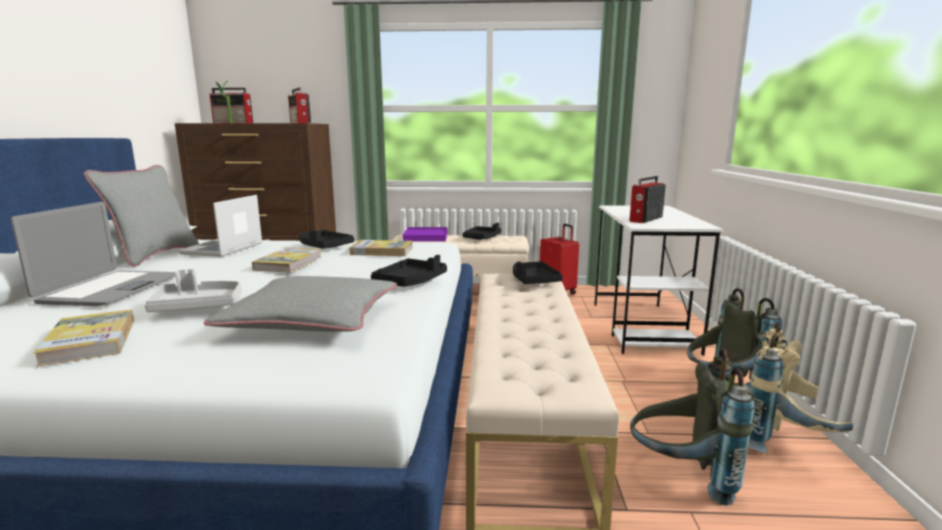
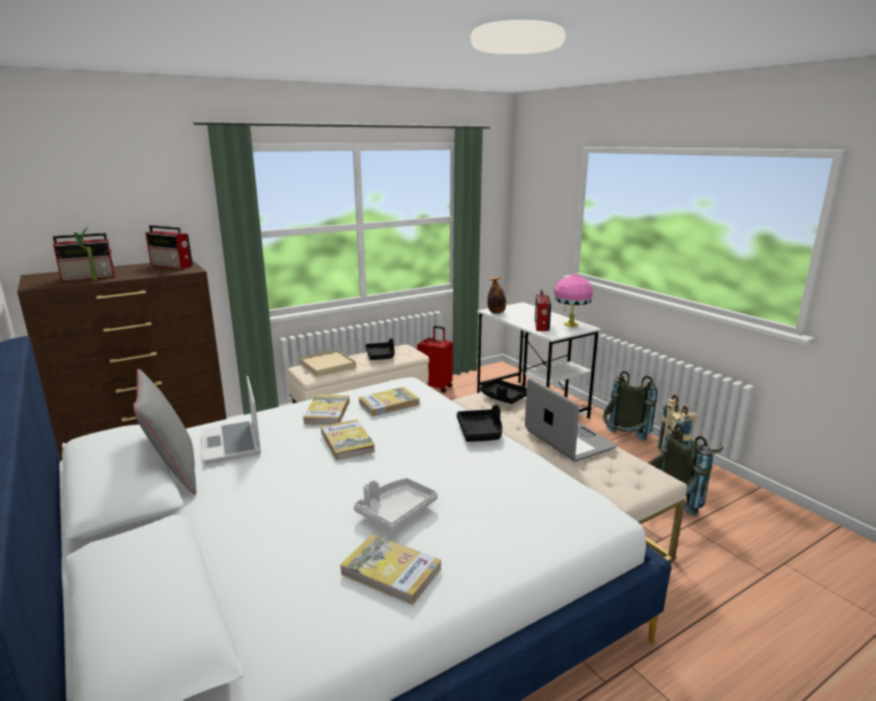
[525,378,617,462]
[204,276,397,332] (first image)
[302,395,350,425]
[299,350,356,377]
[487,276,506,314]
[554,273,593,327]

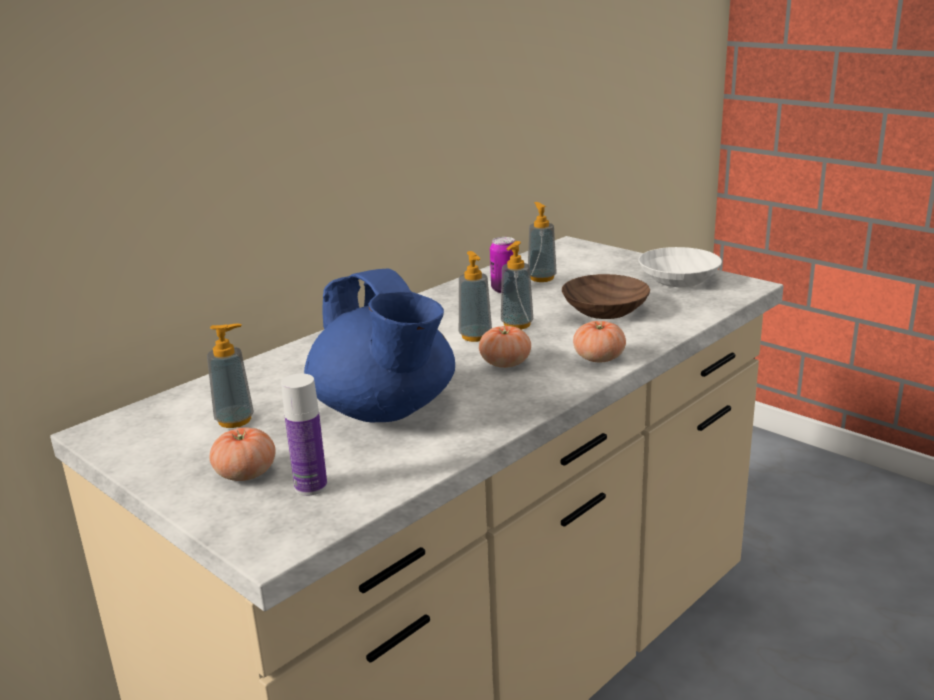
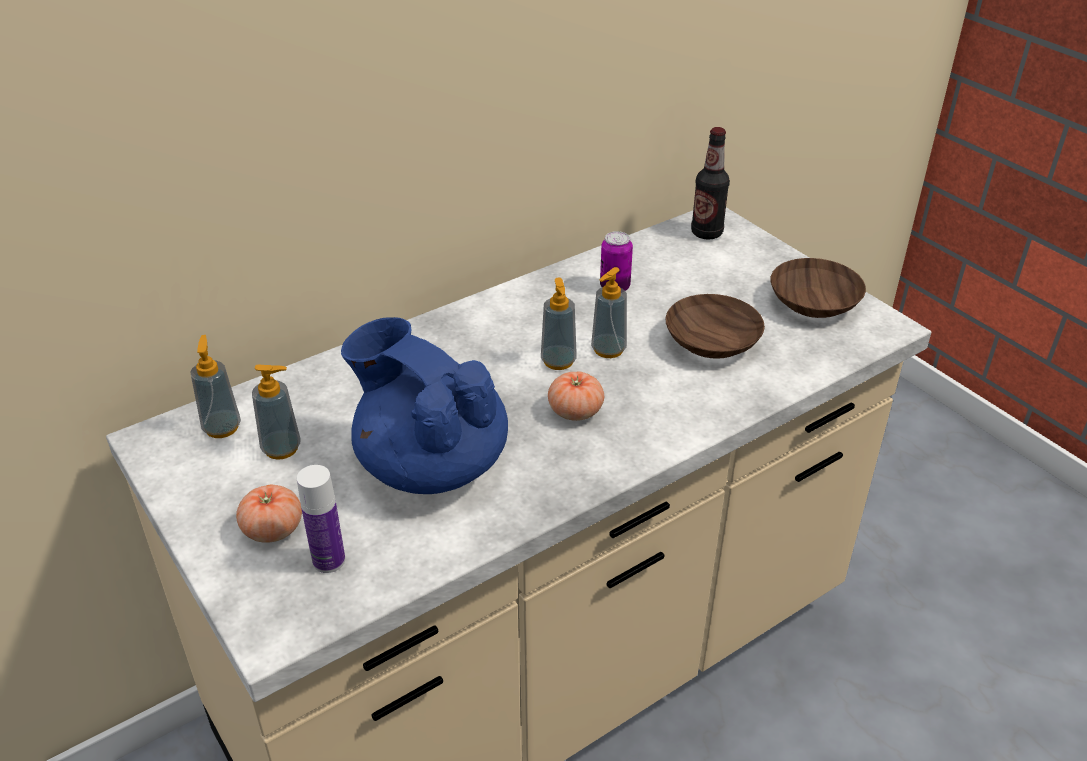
[341,317,508,494]
[190,335,241,438]
[573,321,626,362] (first image)
[770,258,866,318]
[691,127,730,240]

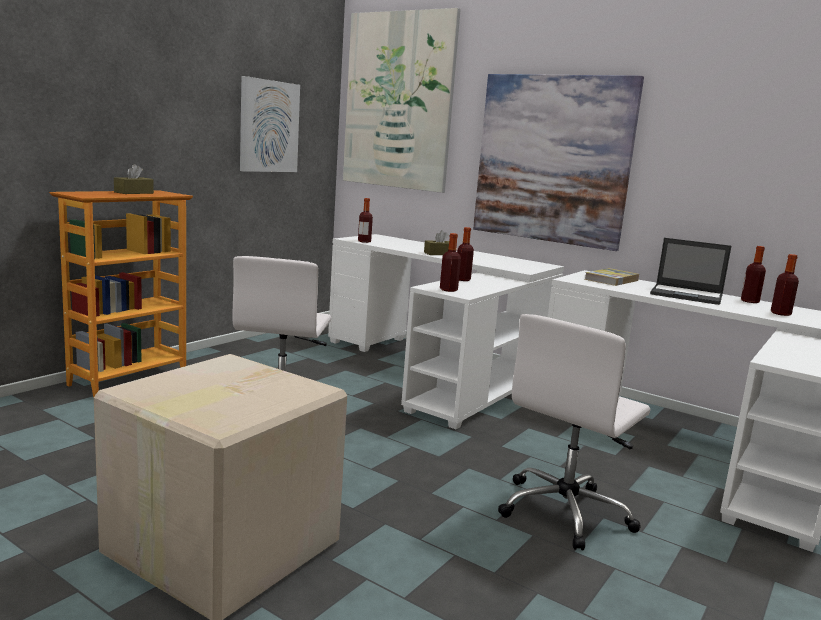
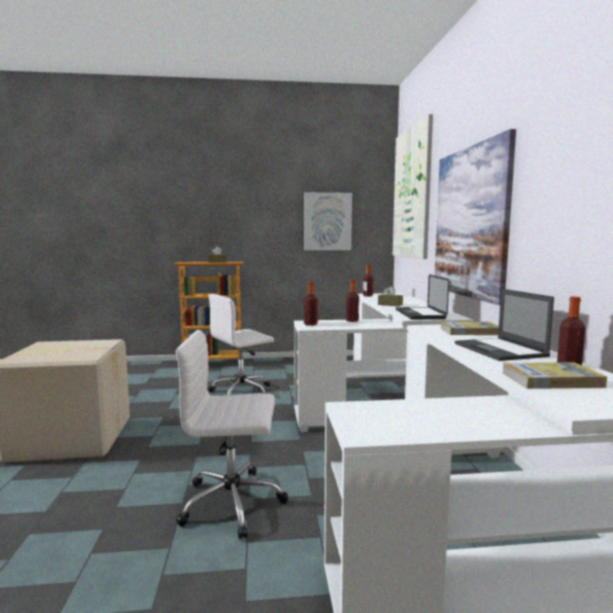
[502,362,607,389]
[396,274,449,319]

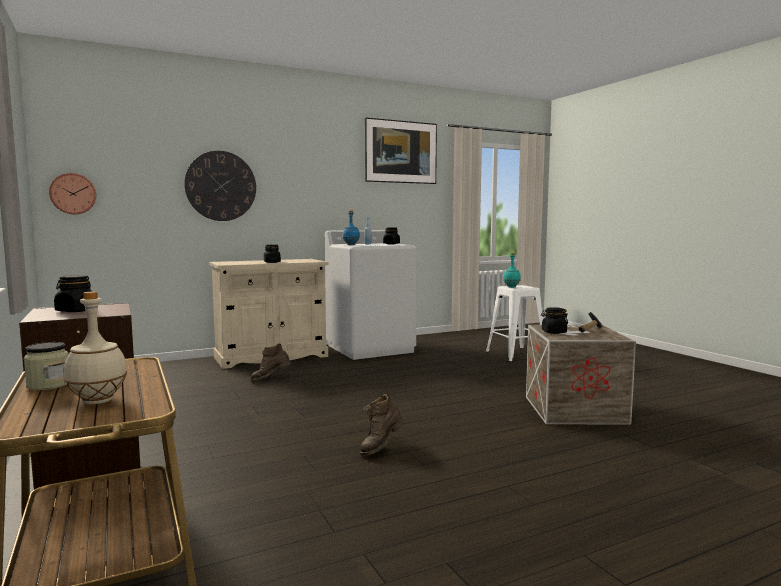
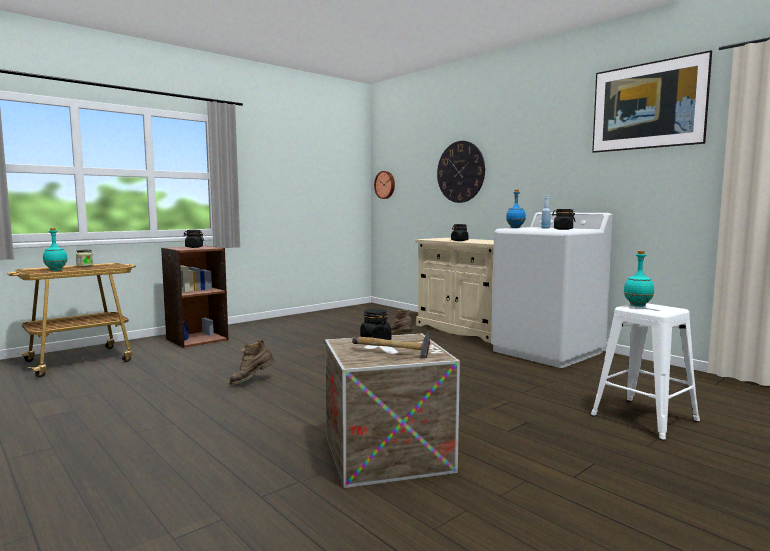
[43,228,68,271]
[229,340,276,385]

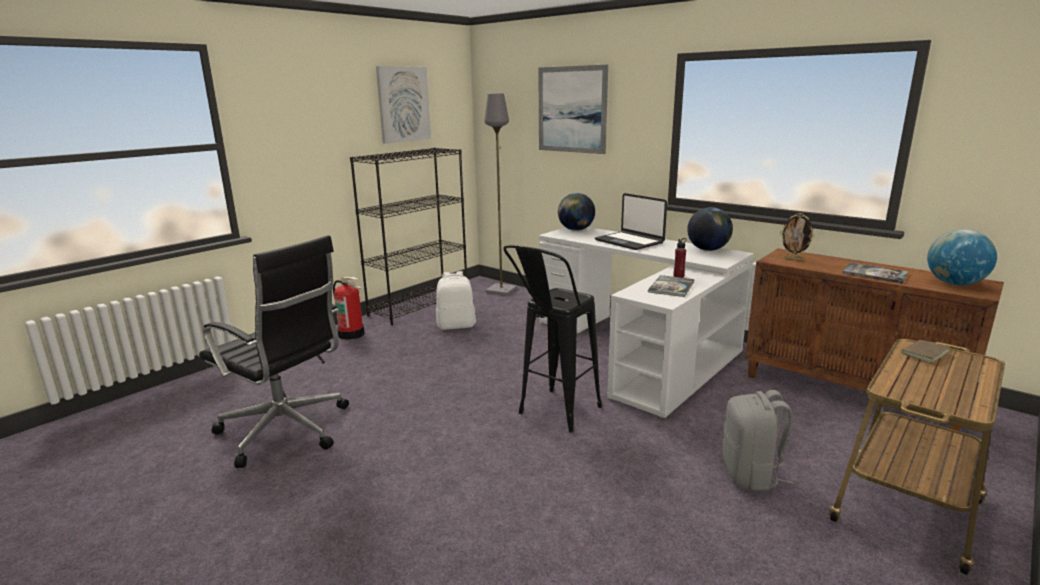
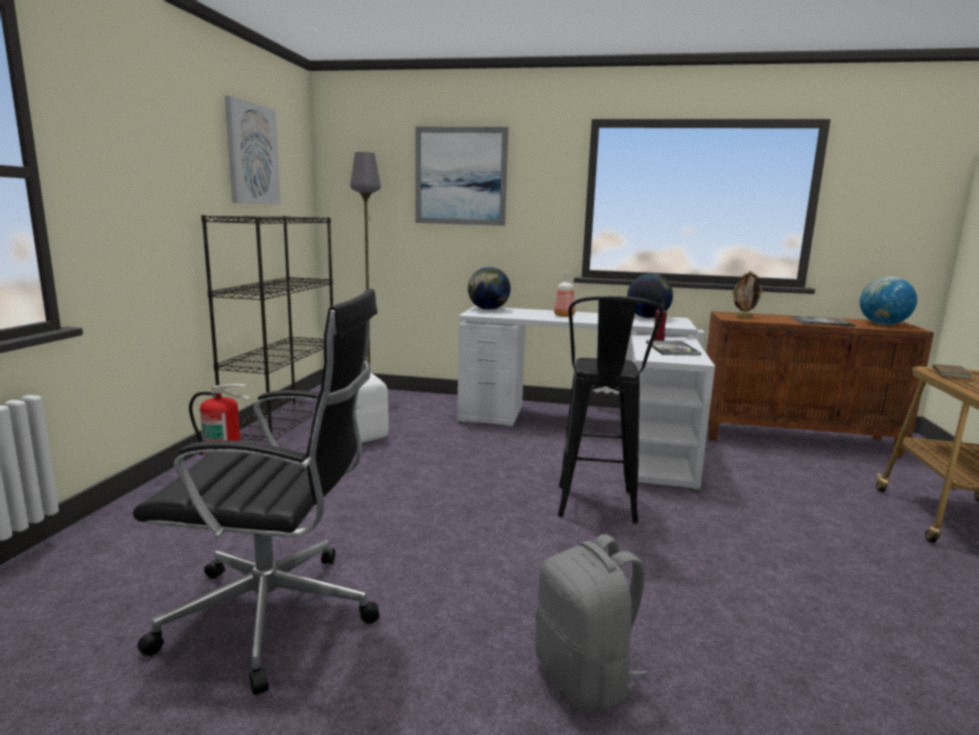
[554,272,575,317]
[535,534,647,711]

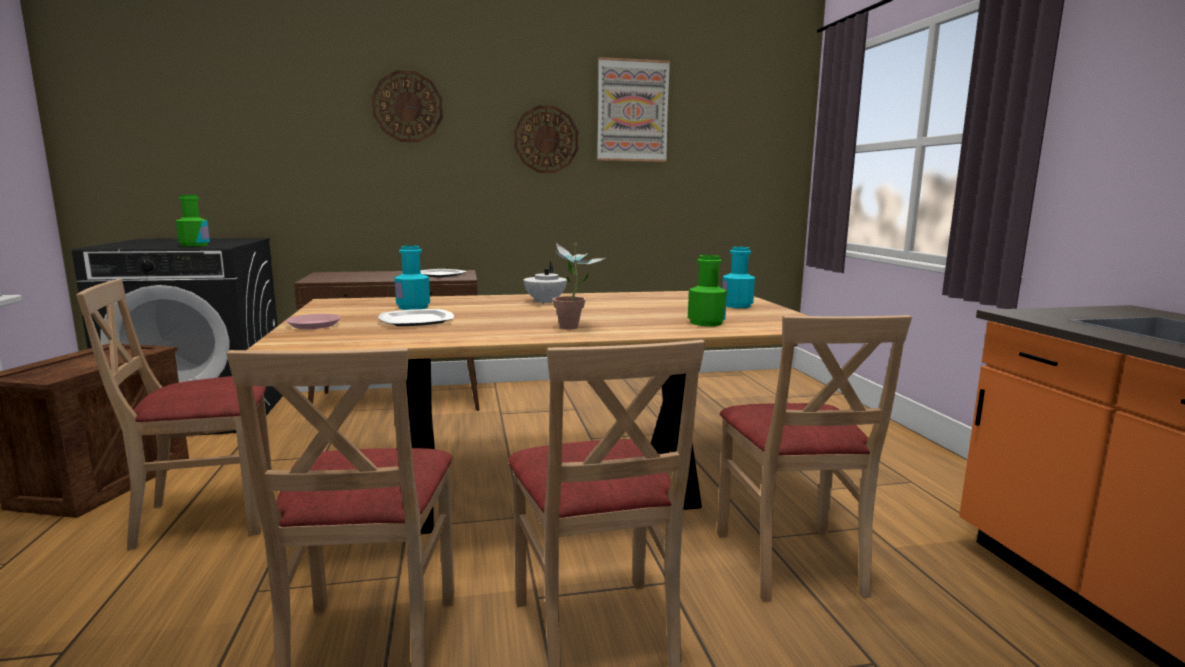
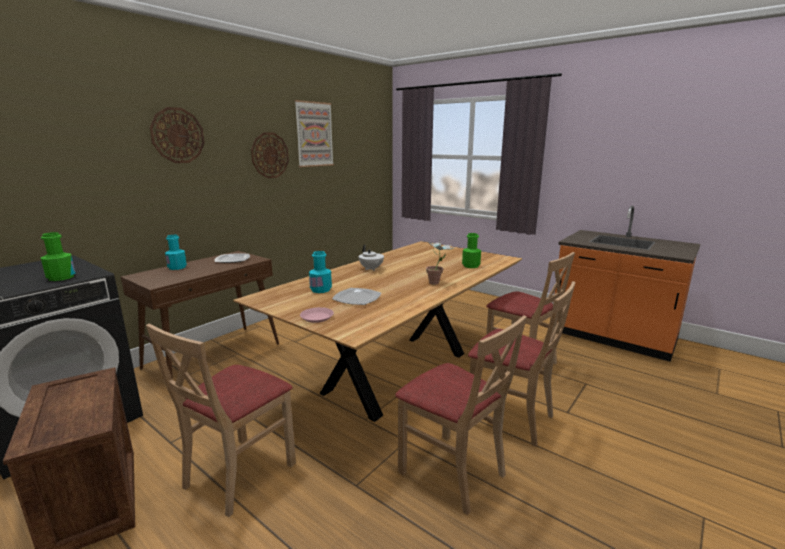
[165,235,187,270]

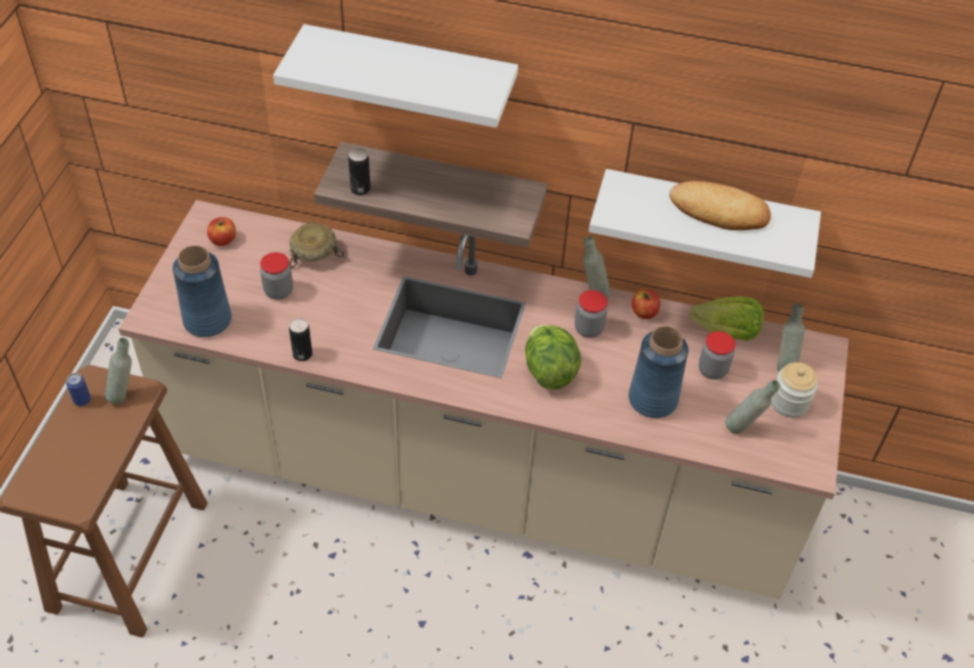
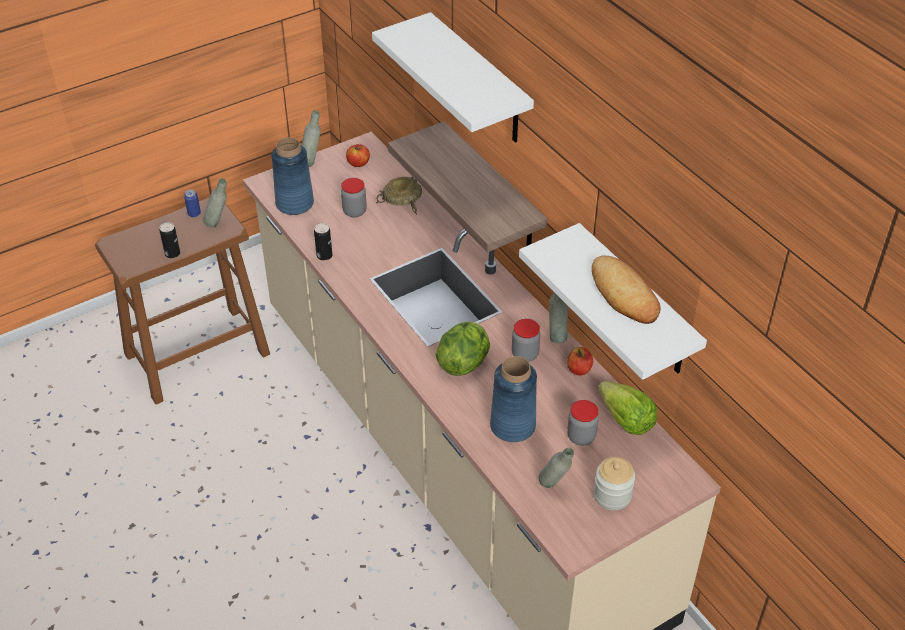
[160,222,180,258]
[302,110,320,167]

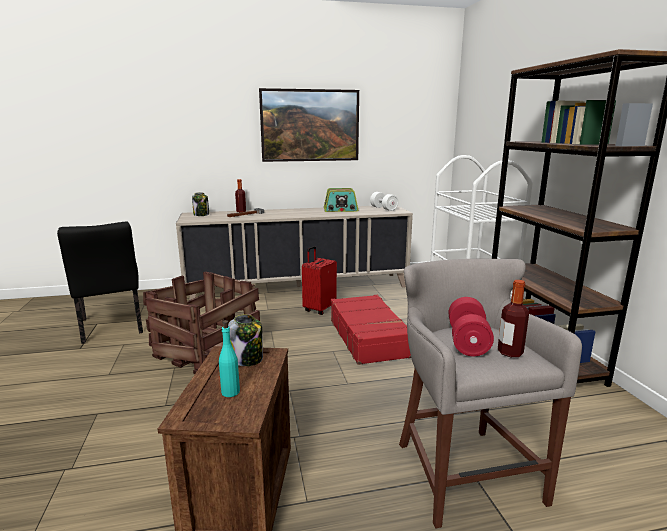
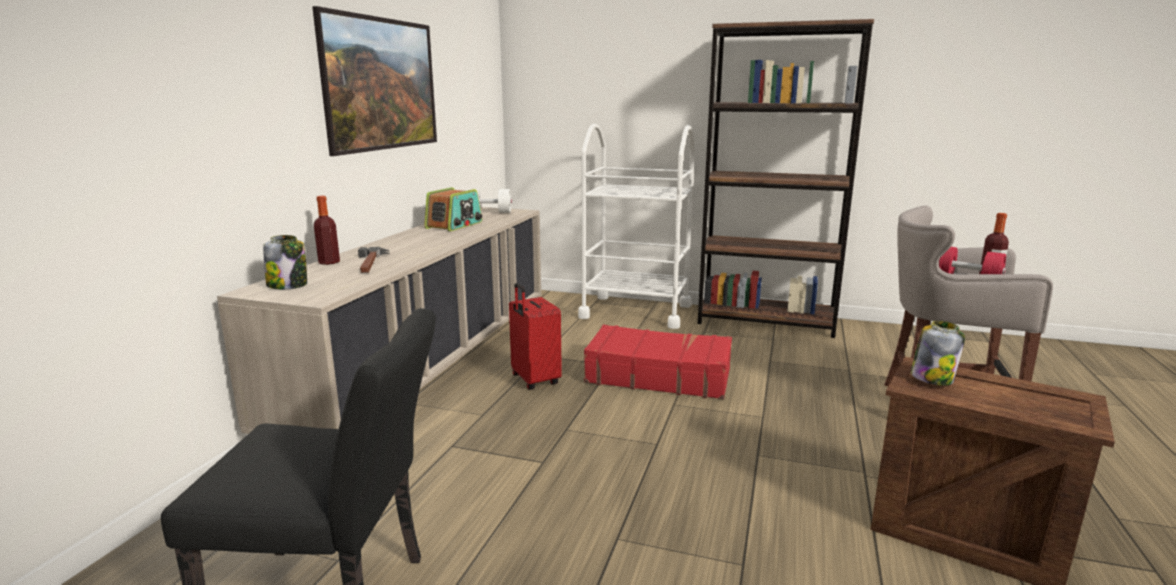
[143,271,260,374] (first image)
[219,320,240,397] (first image)

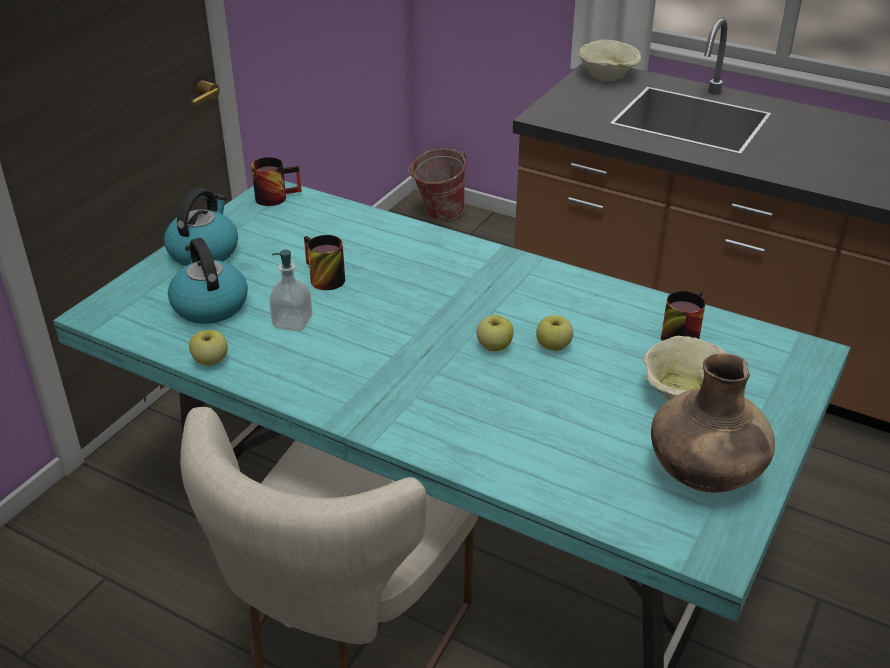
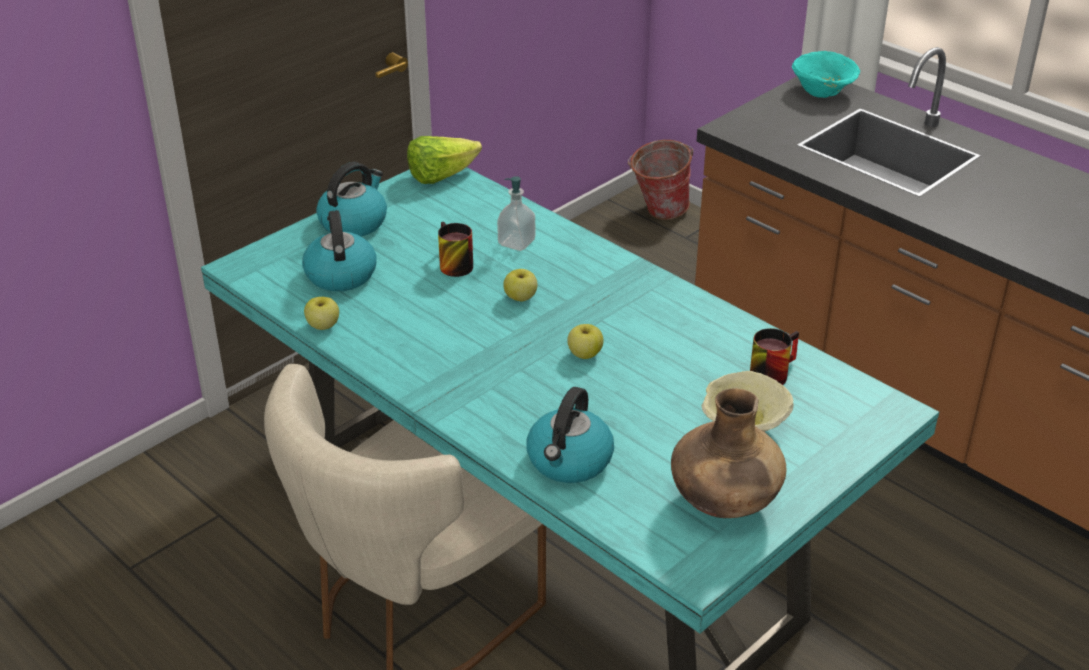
[407,136,482,184]
[497,176,535,251]
[503,269,537,301]
[792,51,860,98]
[527,387,614,483]

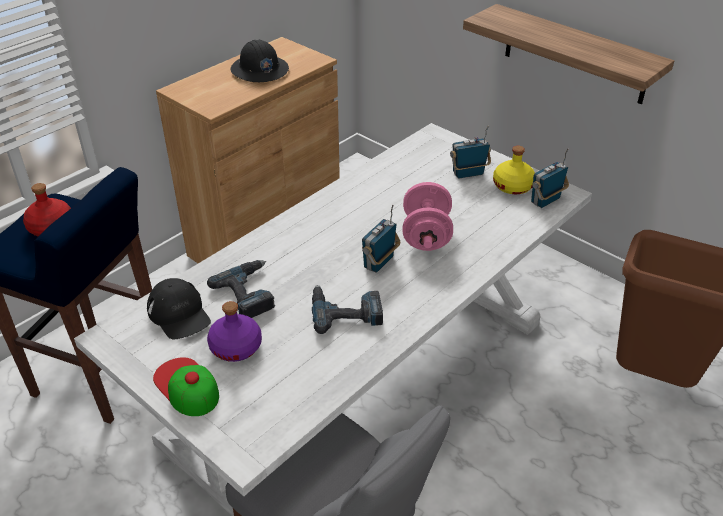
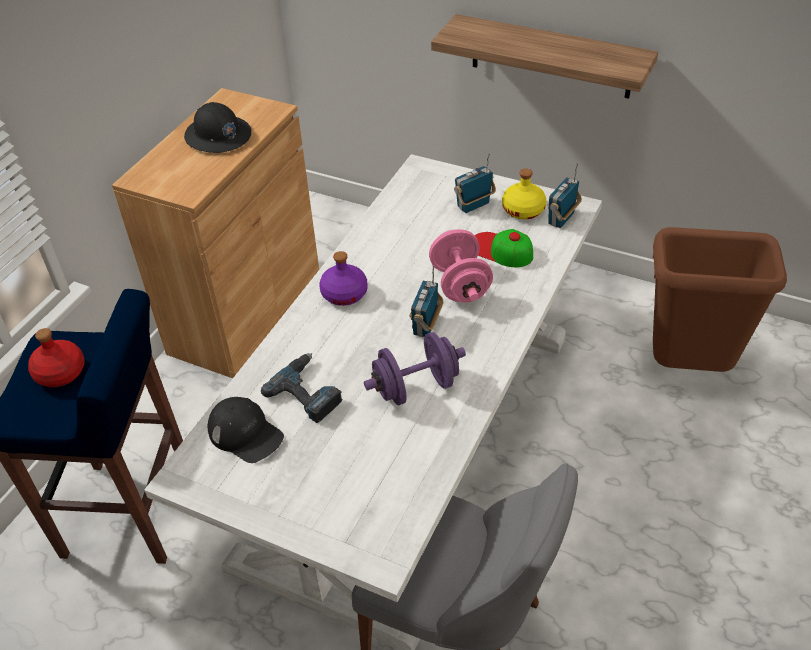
[475,229,533,267]
[319,251,368,306]
[364,332,466,405]

